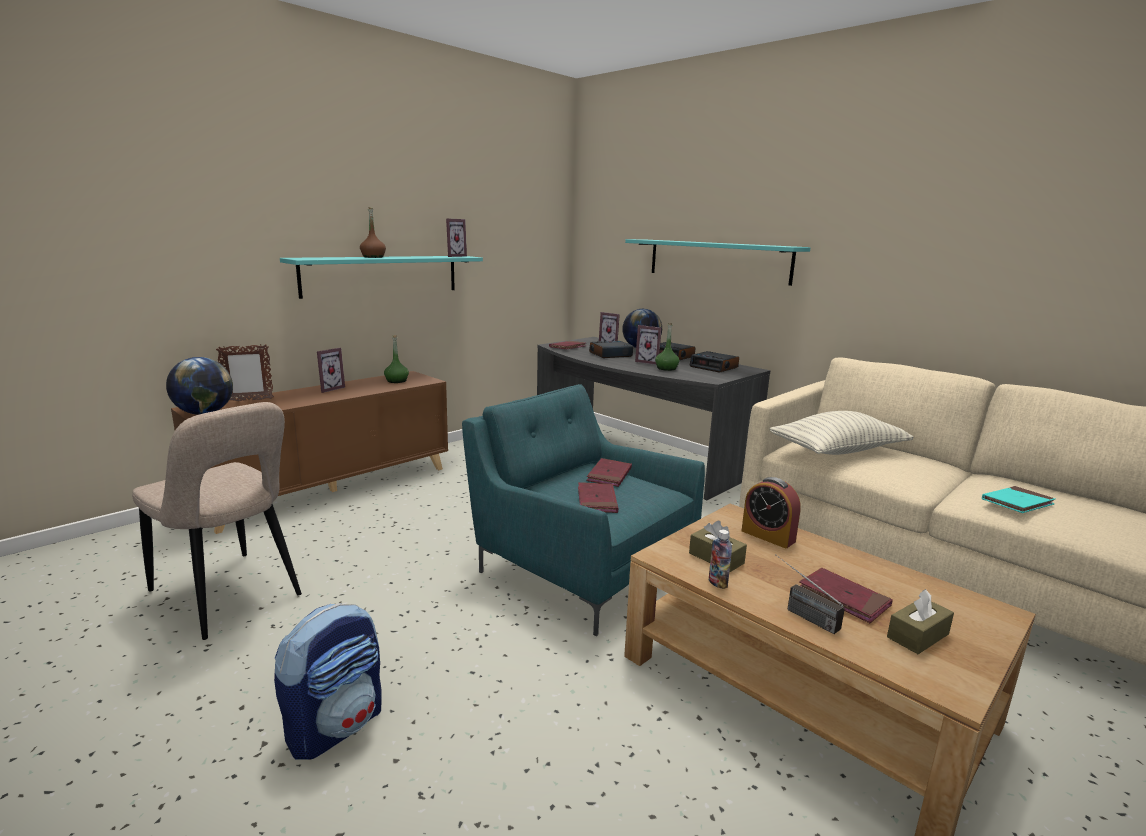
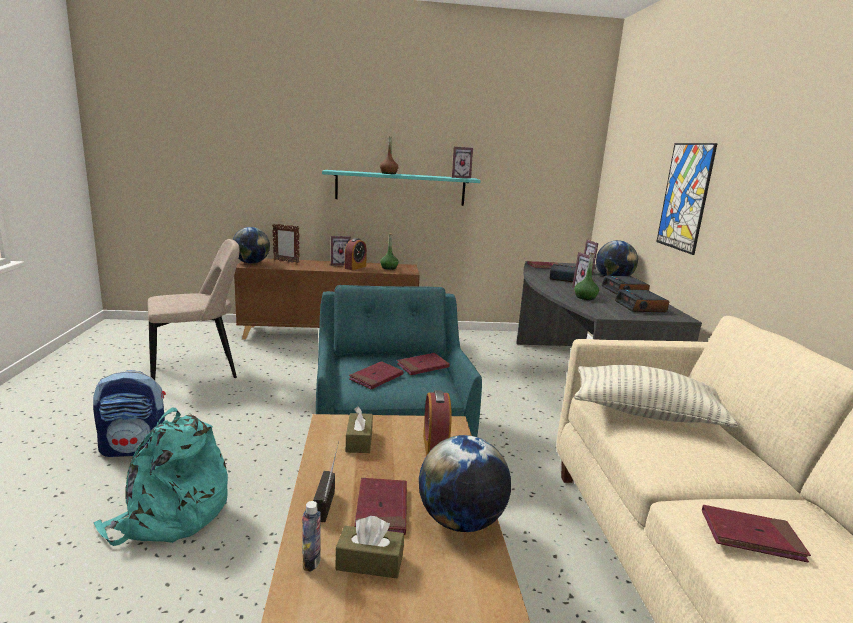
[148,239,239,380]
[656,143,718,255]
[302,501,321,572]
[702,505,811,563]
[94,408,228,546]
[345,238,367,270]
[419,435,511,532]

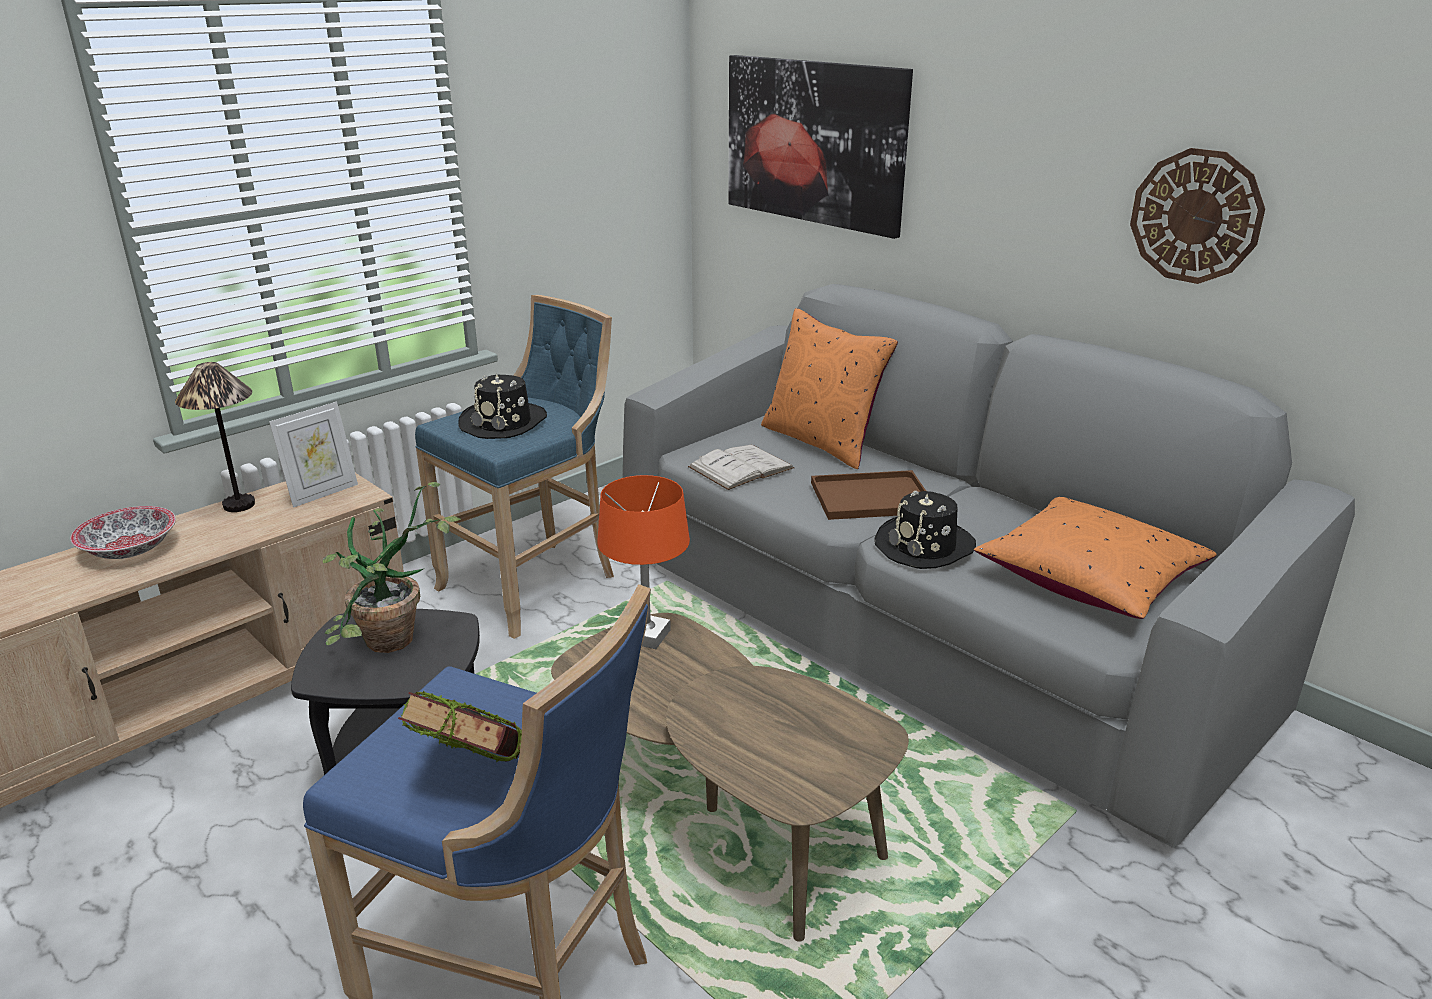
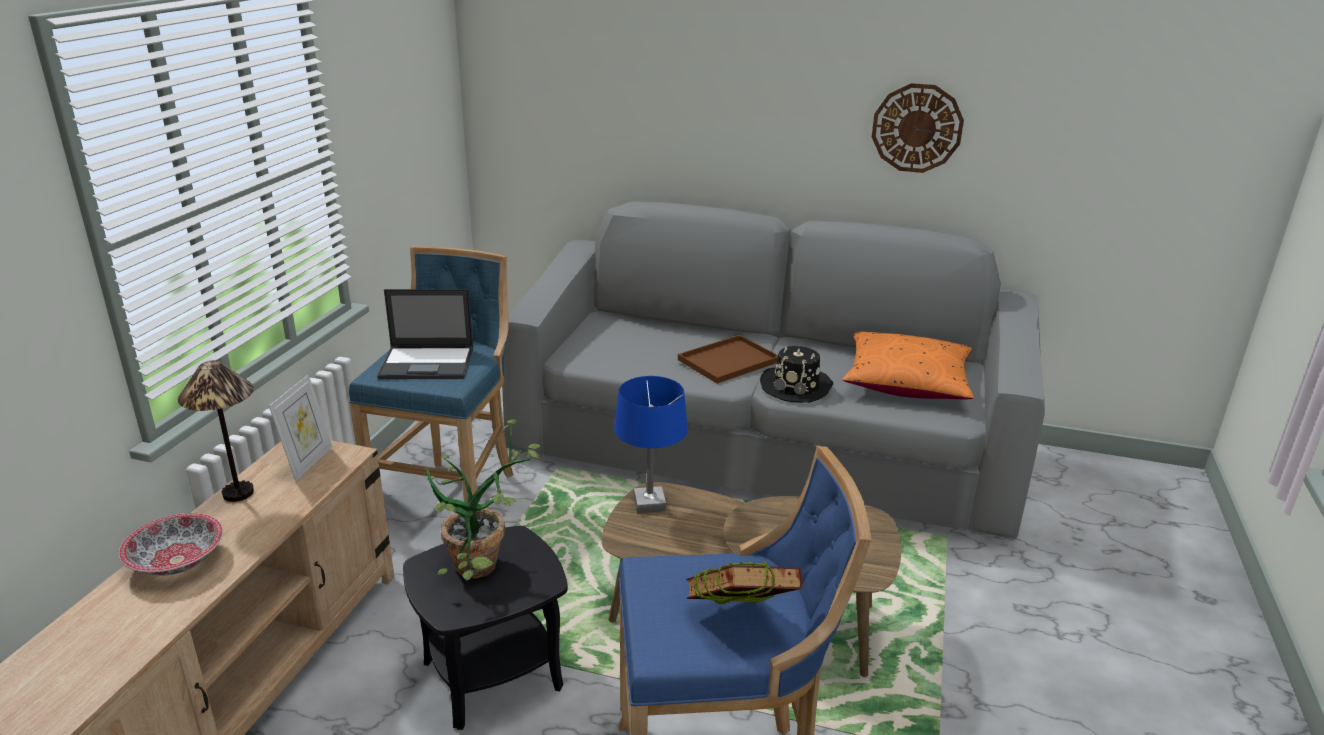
[377,289,473,379]
[614,376,688,513]
[688,445,794,490] (first image)
[728,55,913,239] (first image)
[761,308,898,469] (first image)

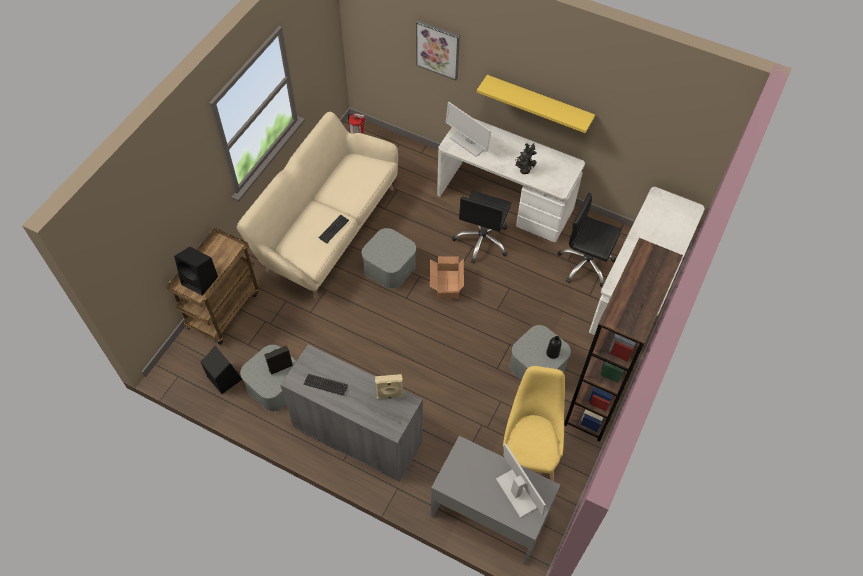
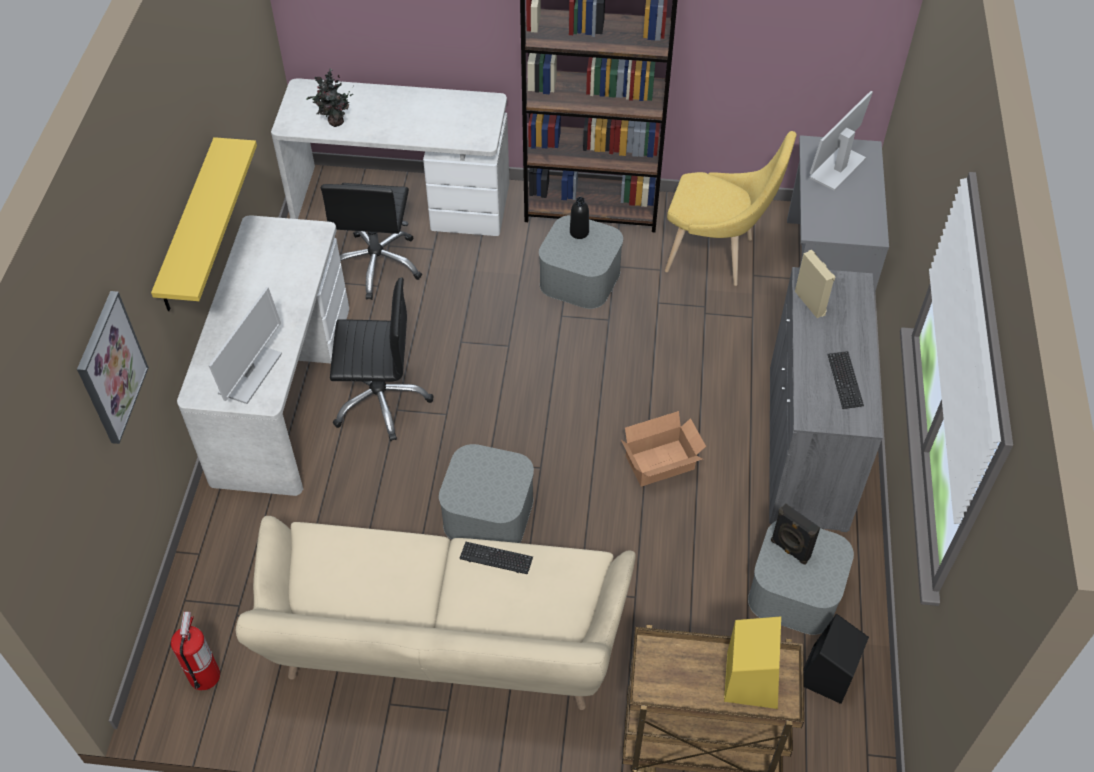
[724,616,781,709]
[621,411,706,487]
[665,131,796,286]
[306,68,353,127]

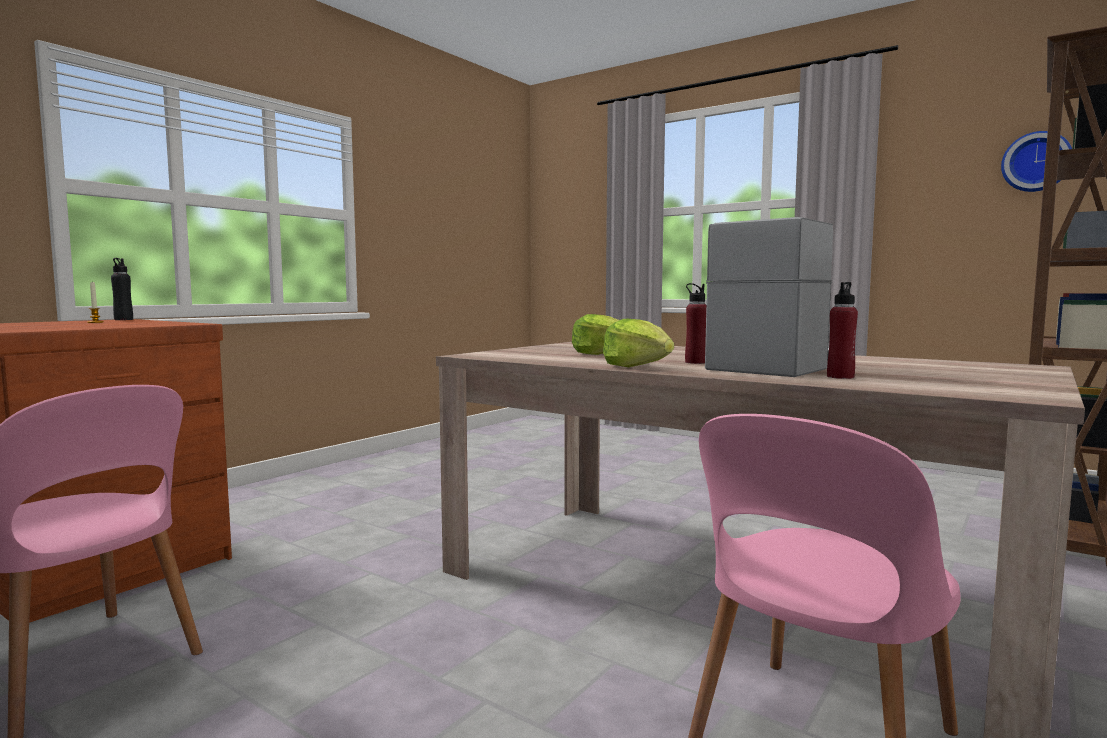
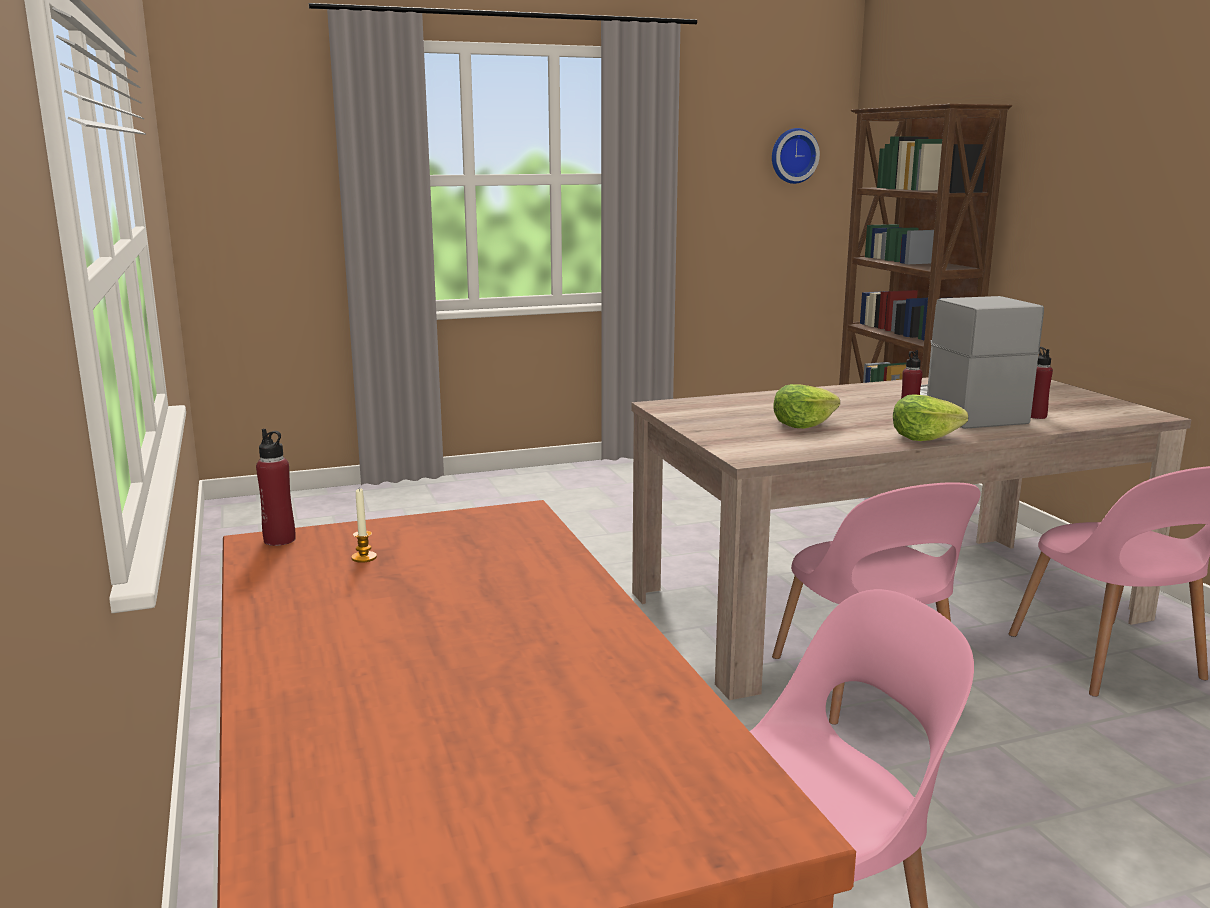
[256,429,295,546]
[772,482,981,725]

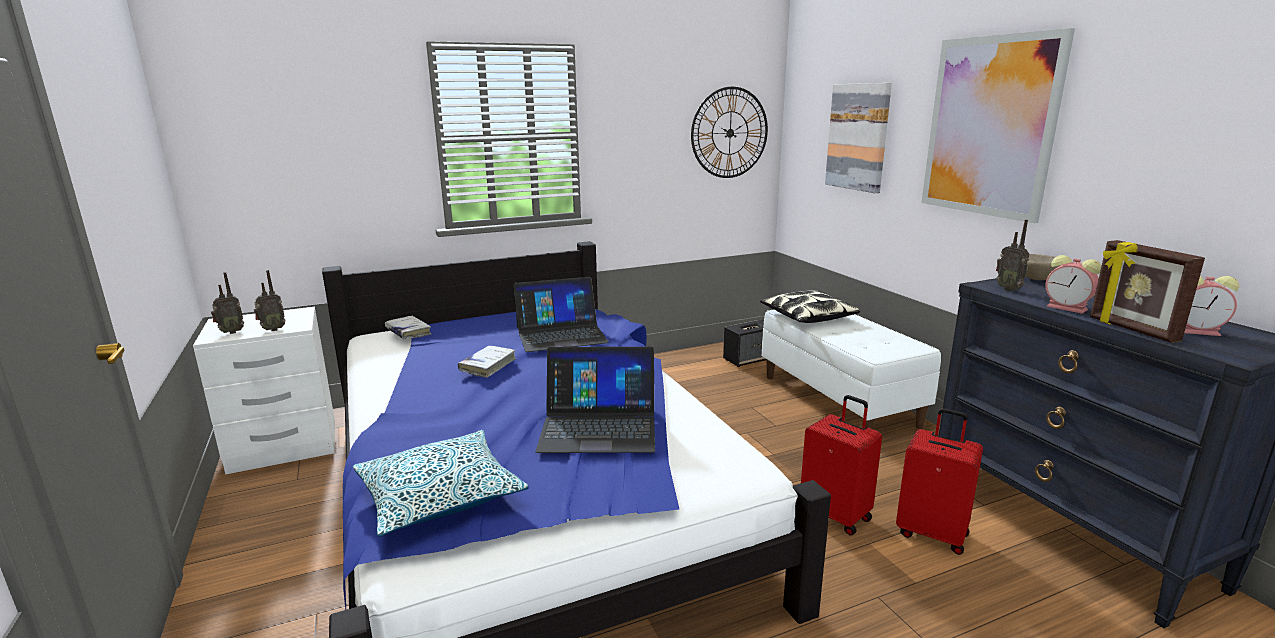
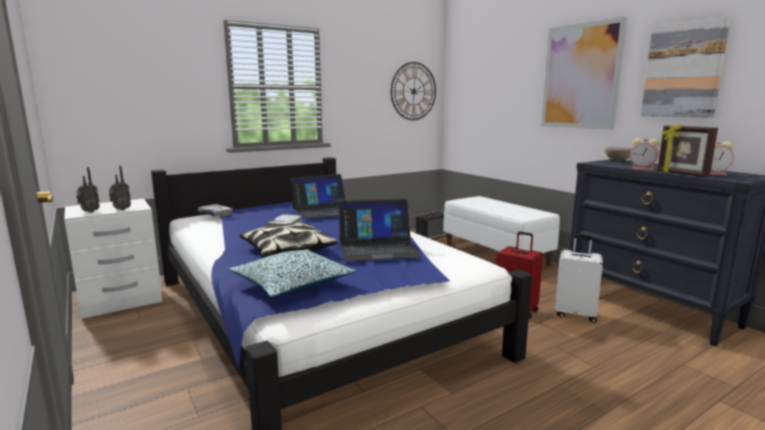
[240,223,338,257]
[641,16,731,118]
[555,234,603,323]
[996,220,1029,291] (first image)

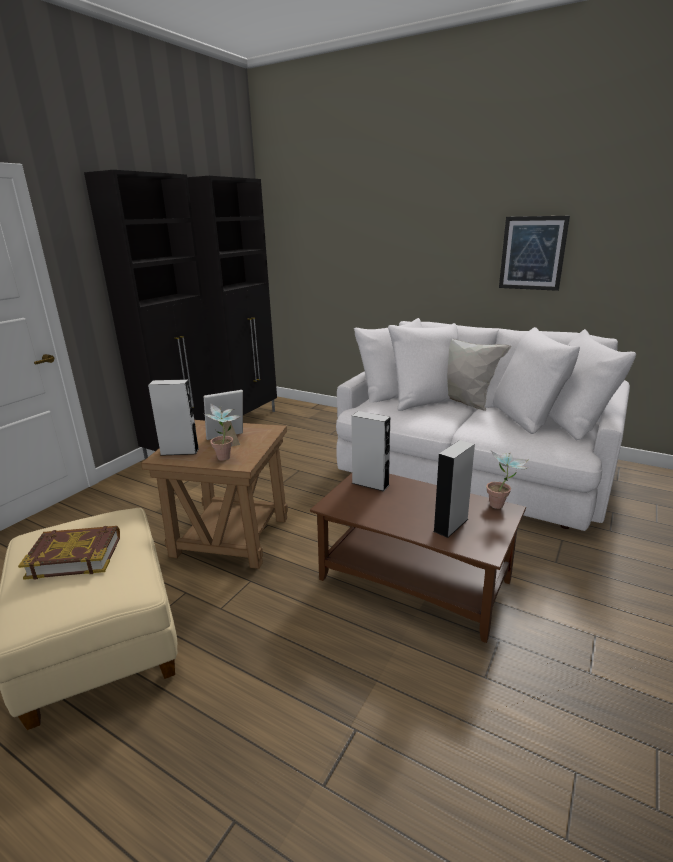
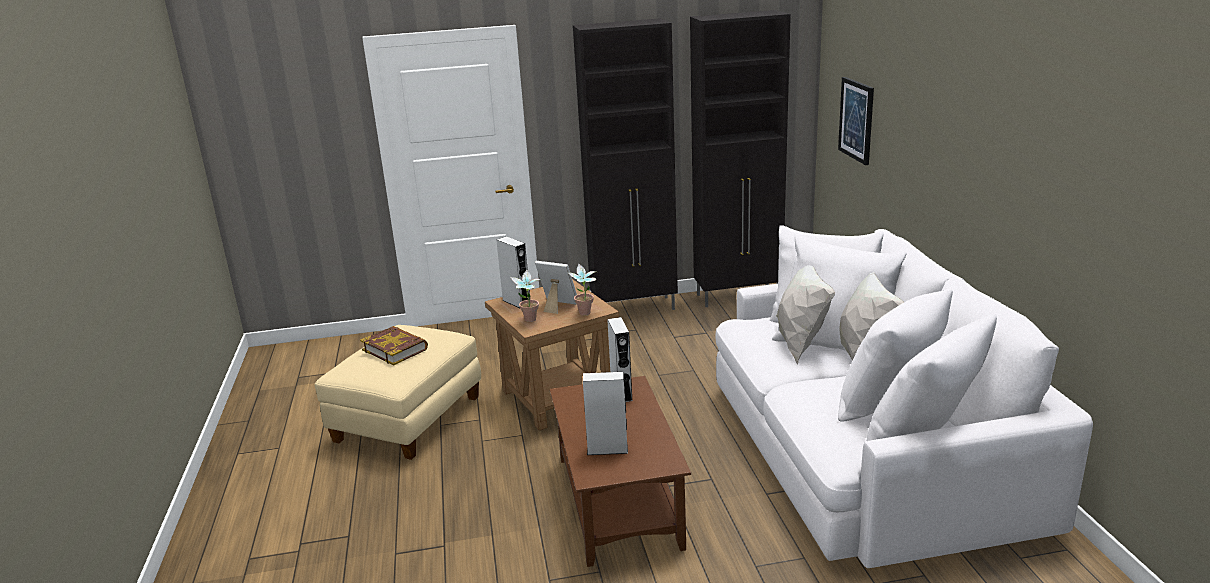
[567,264,597,316]
[838,77,874,165]
[776,265,835,364]

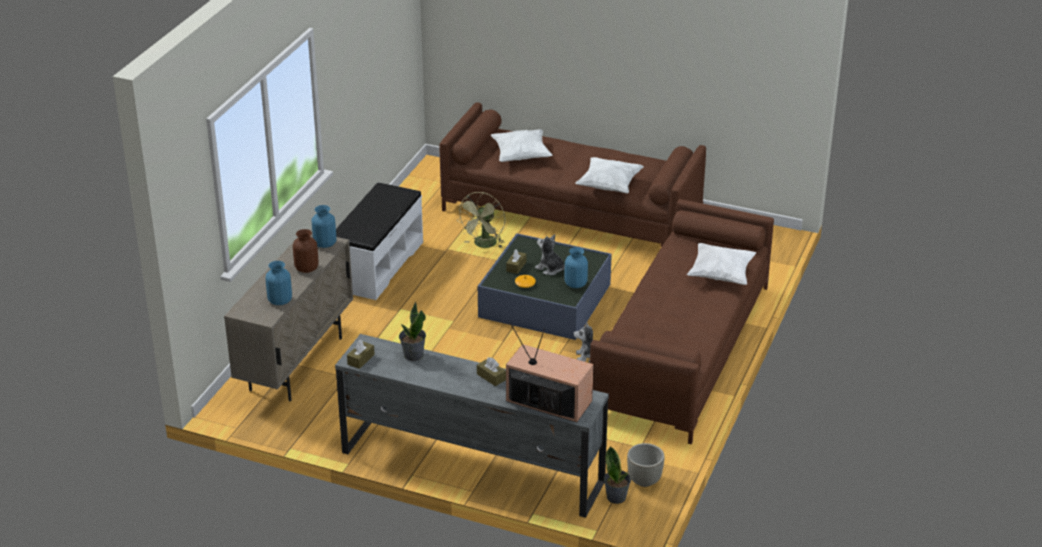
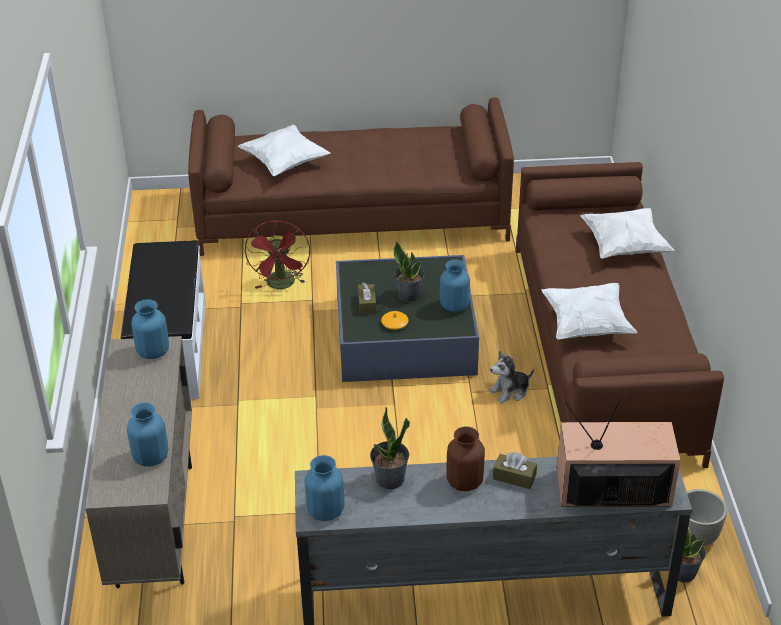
[446,426,485,491]
[304,455,344,521]
[245,221,310,289]
[394,242,424,302]
[542,283,637,340]

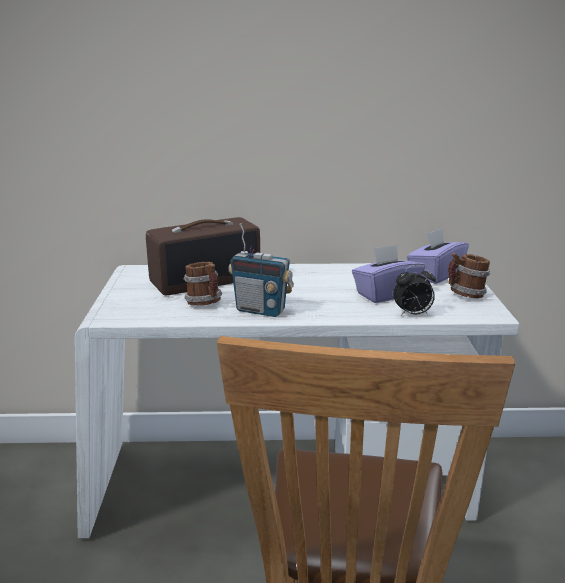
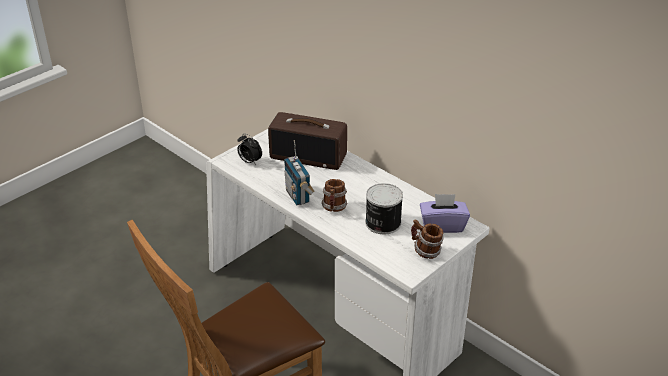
[321,179,348,212]
[365,183,403,234]
[237,133,262,165]

